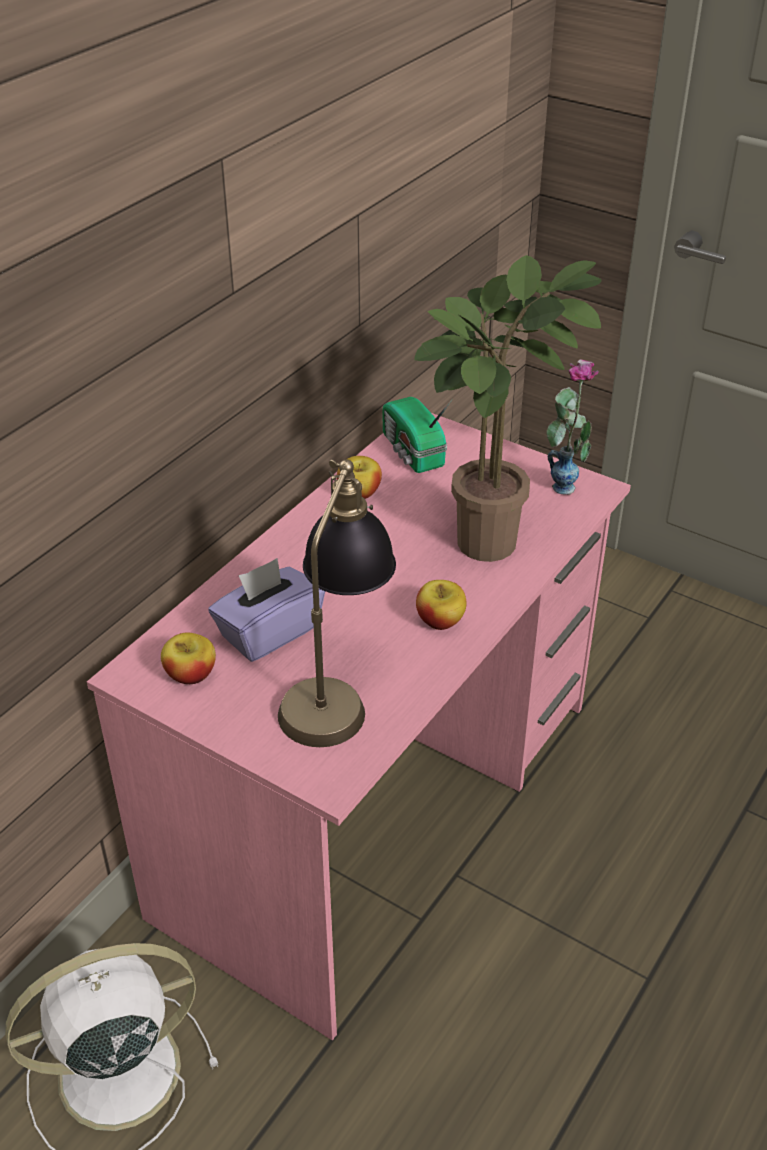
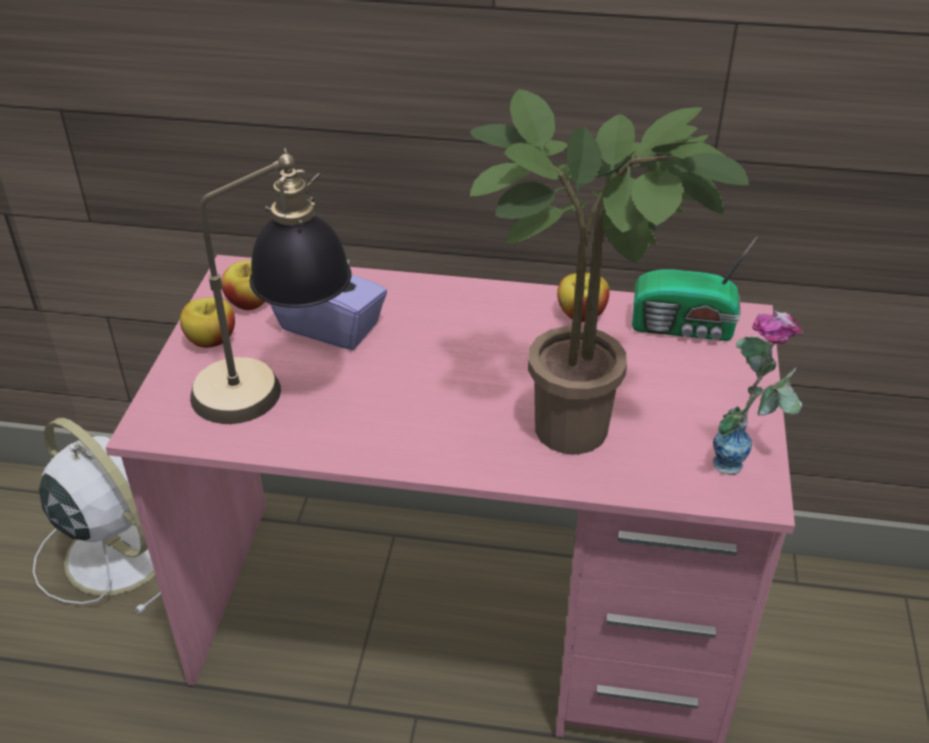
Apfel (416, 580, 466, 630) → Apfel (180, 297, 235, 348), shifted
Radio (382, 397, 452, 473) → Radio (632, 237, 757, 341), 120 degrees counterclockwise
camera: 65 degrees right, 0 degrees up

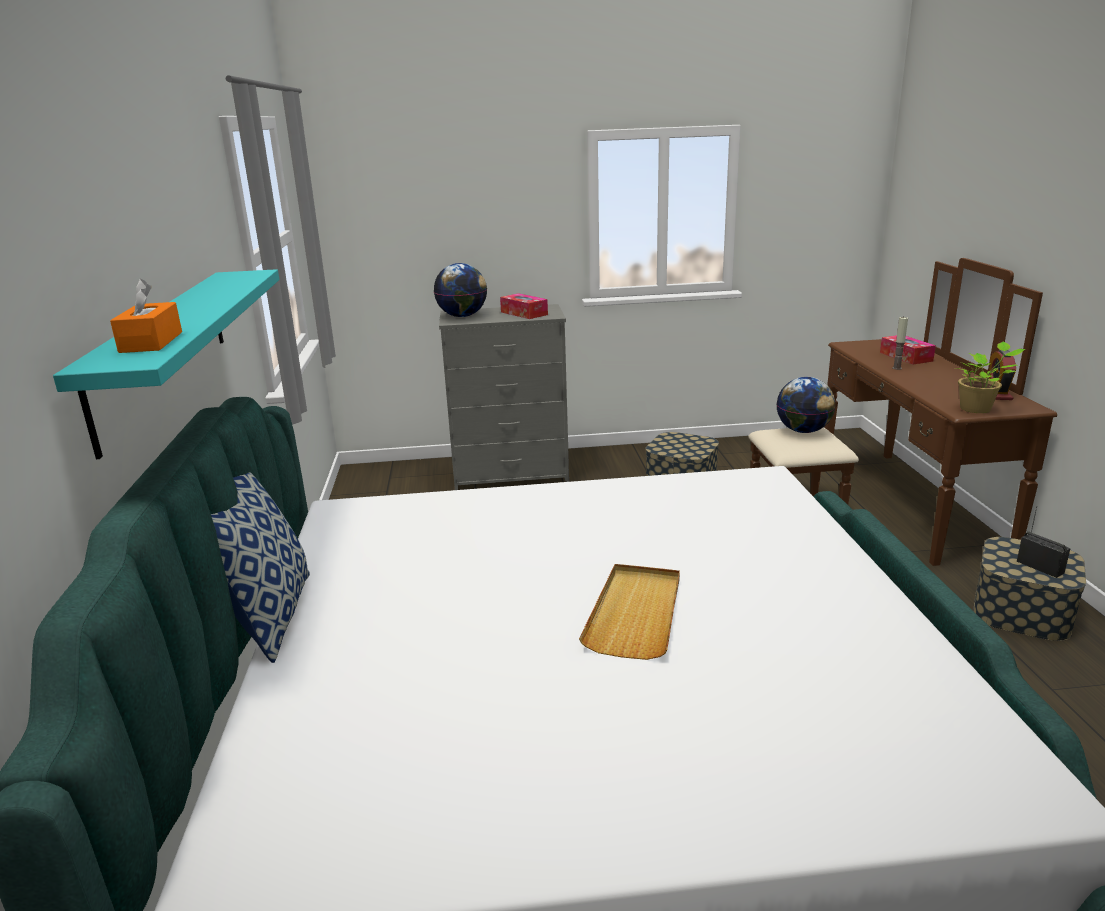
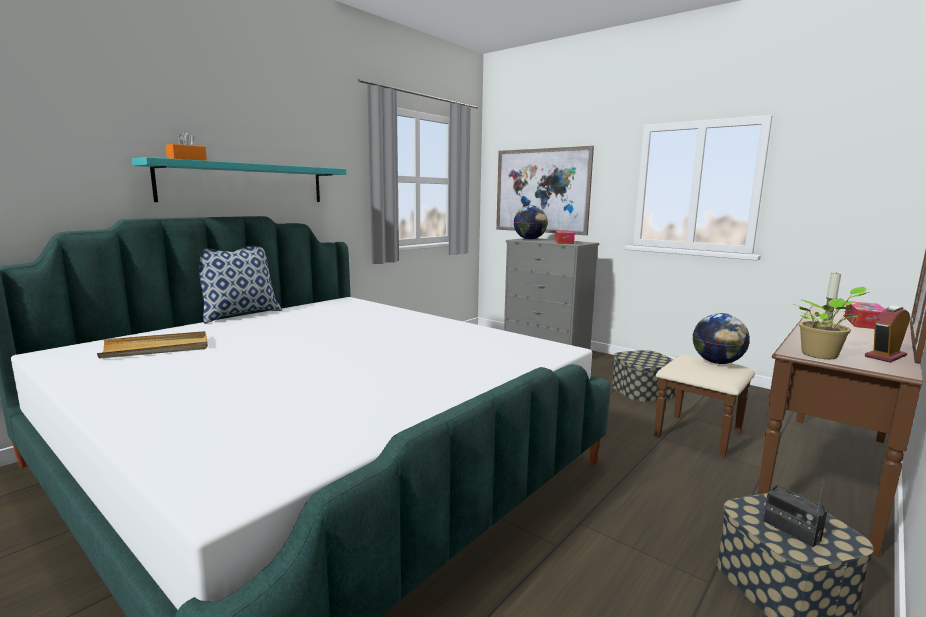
Tablett/beige (579, 564, 680, 660) → Tablett/beige (97, 331, 208, 358), shifted
- → Bild (496, 146, 594, 235)
Radio (1017, 506, 1071, 578) → Radio (763, 479, 827, 547), 135 degrees clockwise
camera: 45 degrees right, 10 degrees down

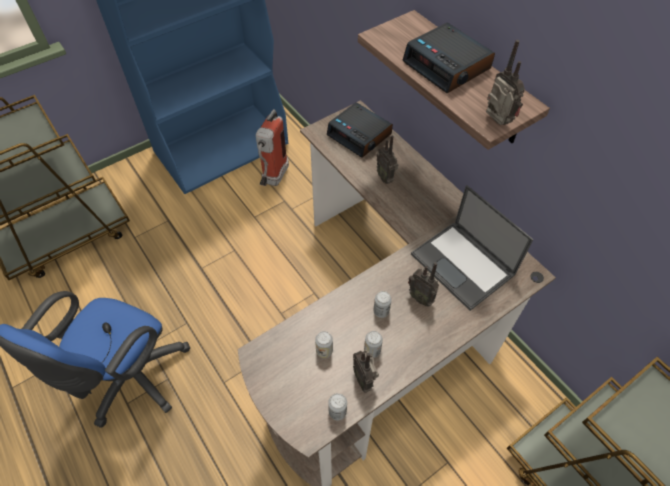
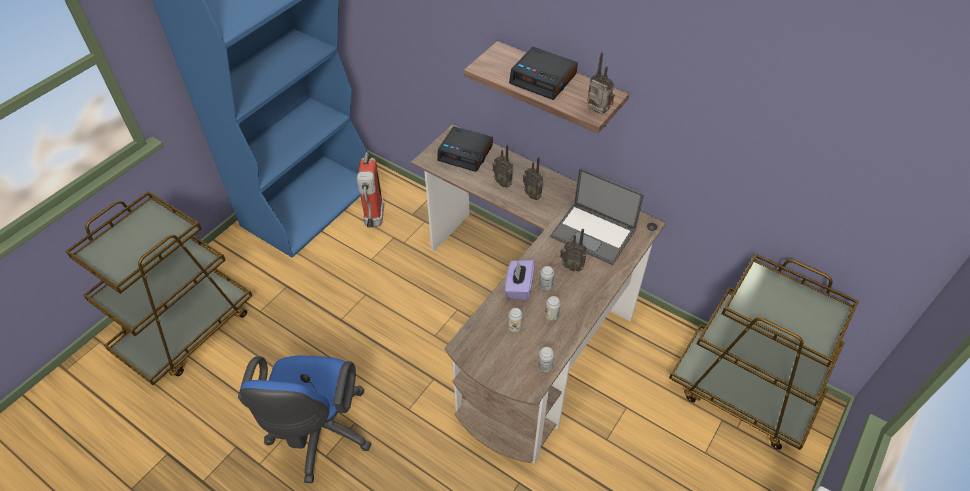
- → Taschentuchbox/lila (505, 260, 535, 301)
Radio (353, 349, 379, 393) → Radio (523, 157, 544, 200), shifted
camera: 20 degrees left, 5 degrees down

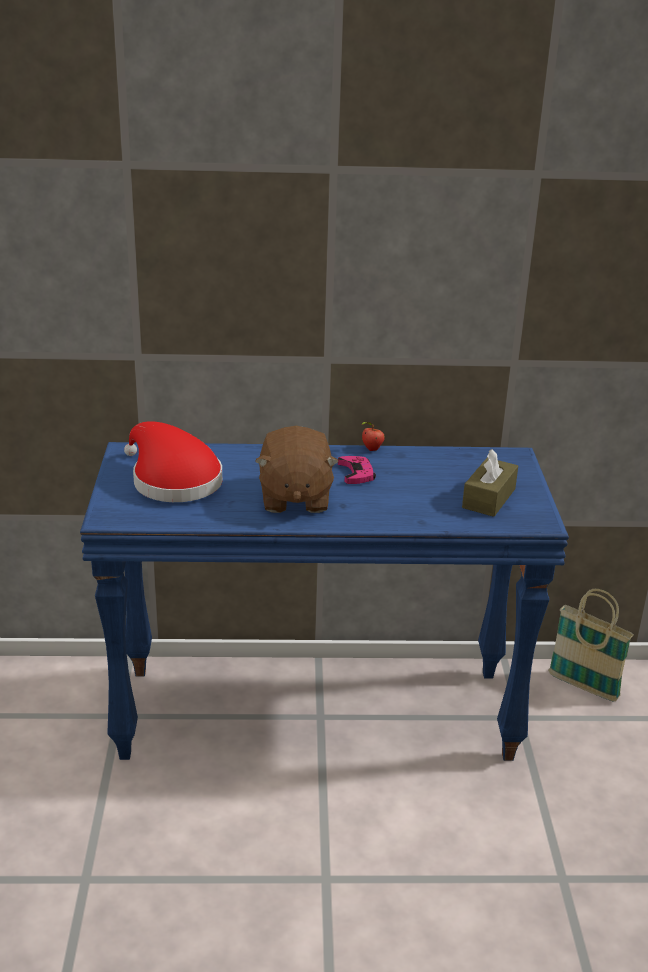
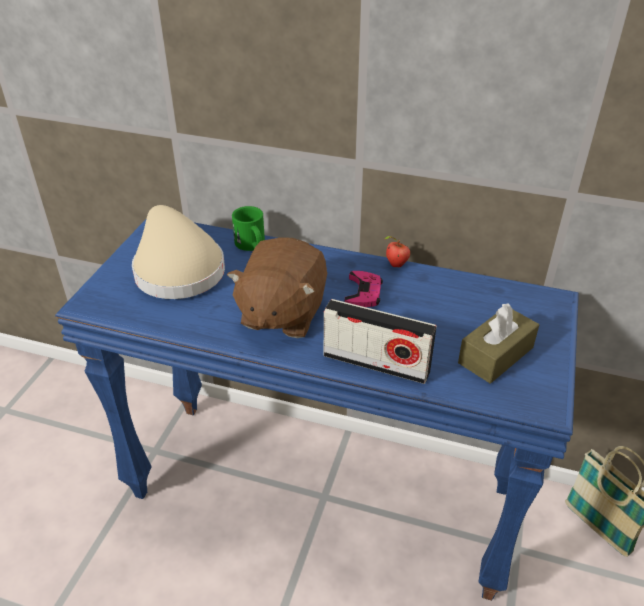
Hut/rot (124, 421, 222, 502) → Hut/beige (132, 205, 225, 299)
- → Henkelbecher/grün (232, 206, 265, 251)
- → Radio (324, 299, 437, 384)
camera: 20 degrees right, 10 degrees up

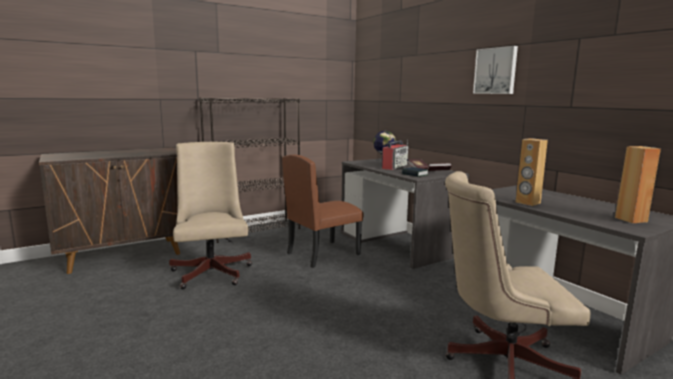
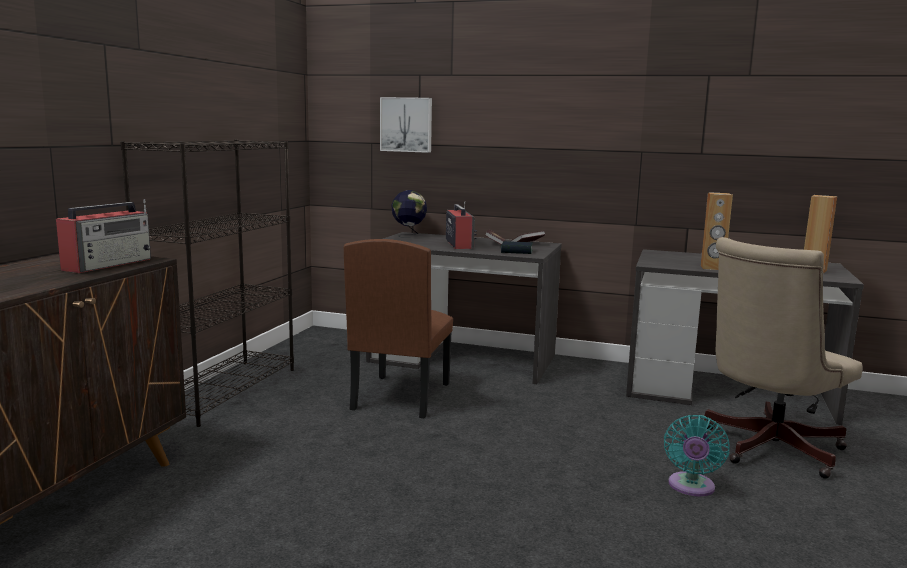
- → Radio (56, 199, 151, 273)
Bild (473, 46, 518, 94) → Bild (380, 97, 432, 153), shifted
- → Ventilator/türkis (664, 415, 730, 496)
Bürostuhl/beige (169, 142, 252, 289) → -
camera: 40 degrees left, 0 degrees up

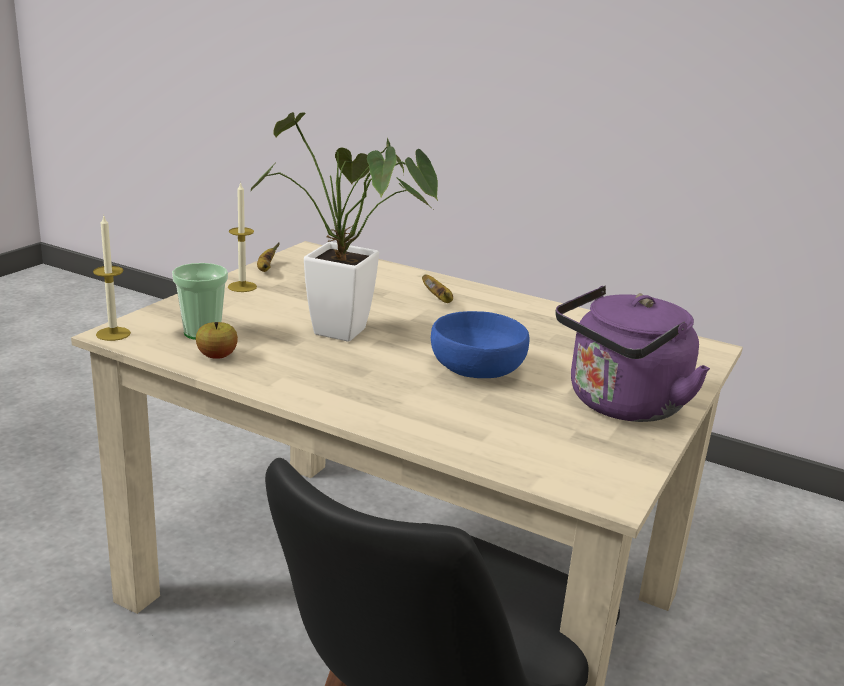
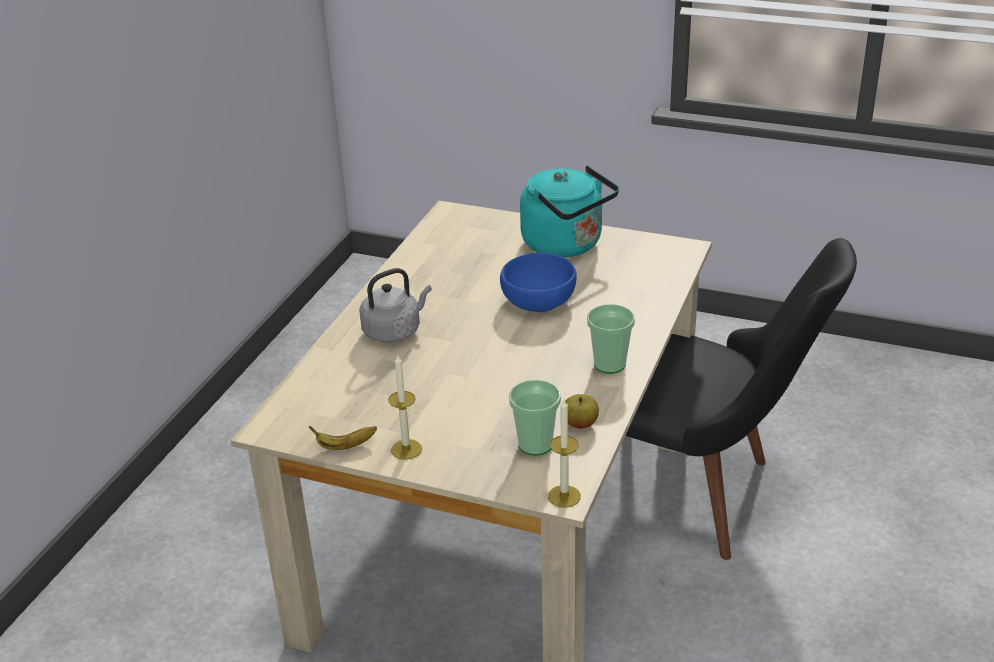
Banane (422, 275, 453, 303) → Wasserkessel/grau (359, 268, 432, 343)
Wasserkessel/lila (555, 286, 710, 422) → Wasserkessel/türkis (520, 165, 619, 258)
- → Tasse (587, 304, 635, 374)
Topfpflanze (250, 112, 438, 342) → -
camera: 95 degrees left, 10 degrees up

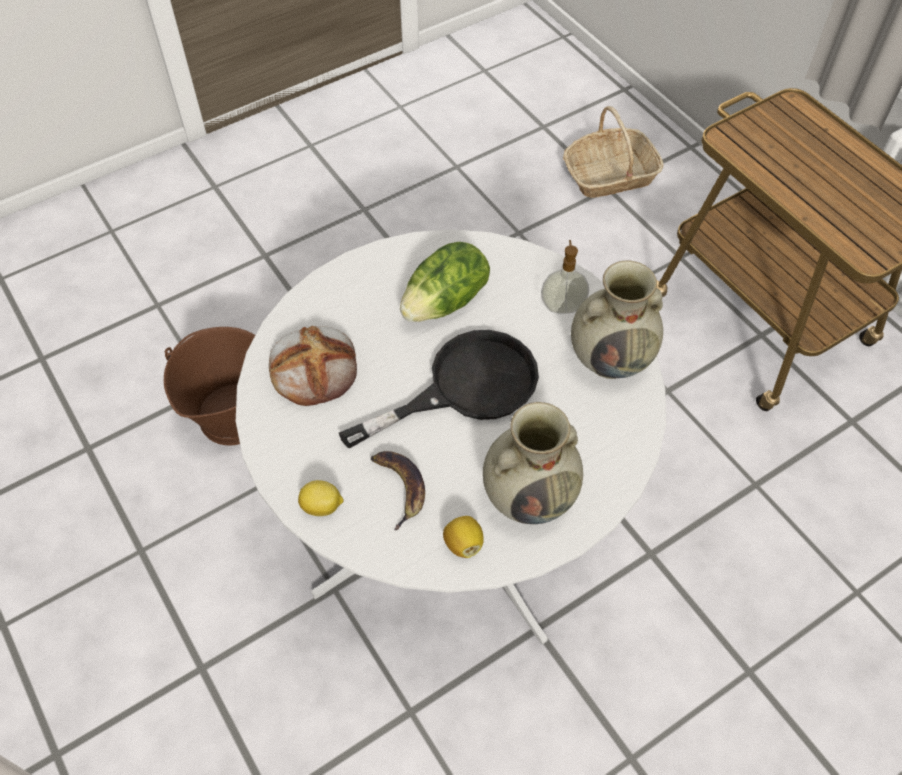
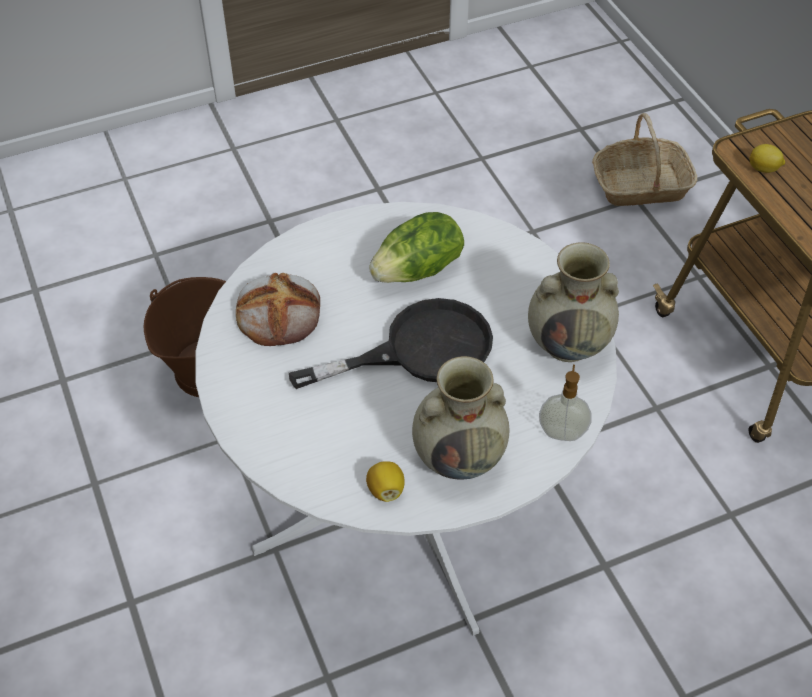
Seifenspender (541, 240, 589, 314) → Seifenspender (539, 365, 592, 441), shifted
Zitrone (298, 480, 344, 516) → Zitrone (749, 144, 785, 173), shifted
Banane (371, 451, 425, 531) → -
camera: 10 degrees right, 5 degrees down

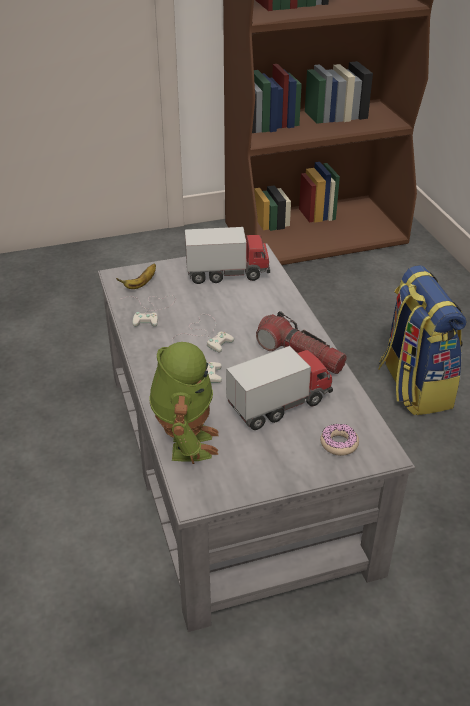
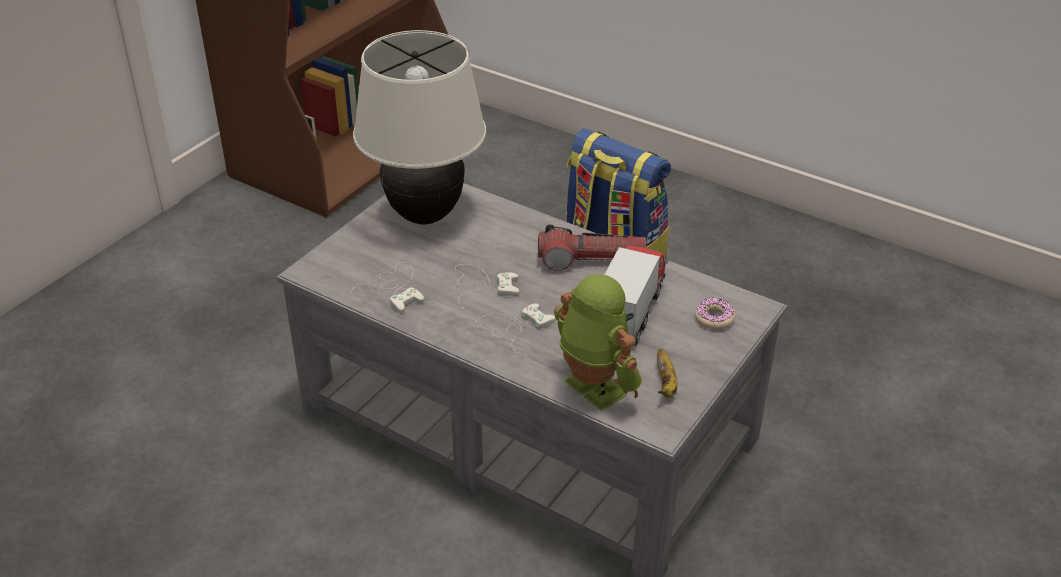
Spielzeuglaster (185, 227, 270, 284) → Tischlampe/beige (353, 30, 486, 224)
Banane (116, 263, 156, 289) → Banane (657, 349, 677, 398), shifted
camera: 40 degrees left, 0 degrees up

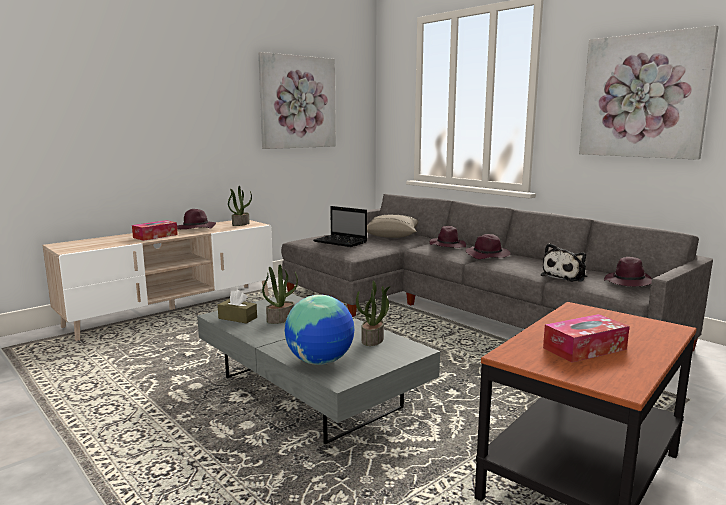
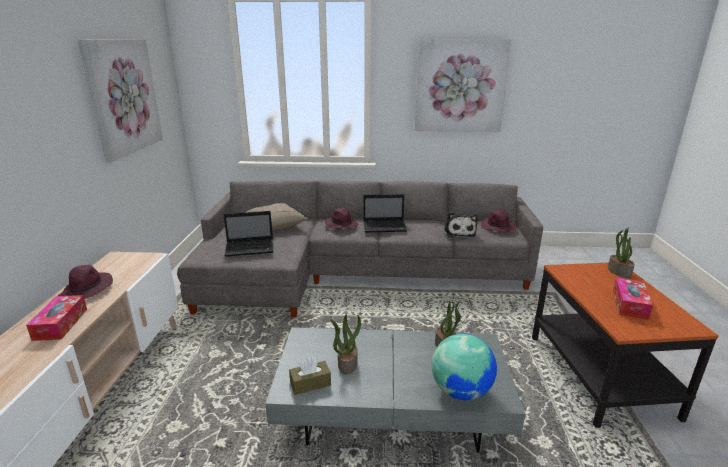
Hut/lila (466, 234, 511, 259) → Laptop (363, 194, 407, 232)
Topfpflanze (228, 186, 252, 226) → Topfpflanze (608, 227, 635, 278), shifted
camera: 45 degrees left, 10 degrees up

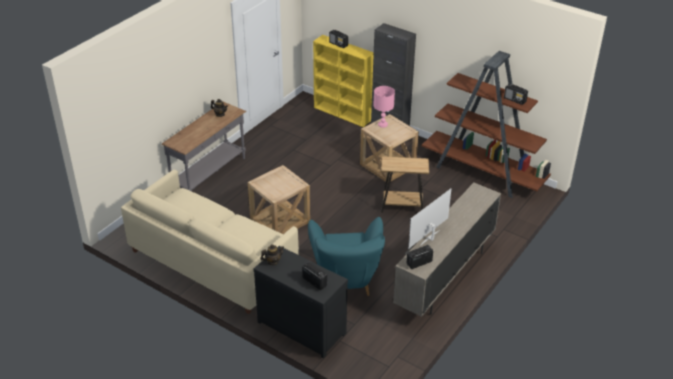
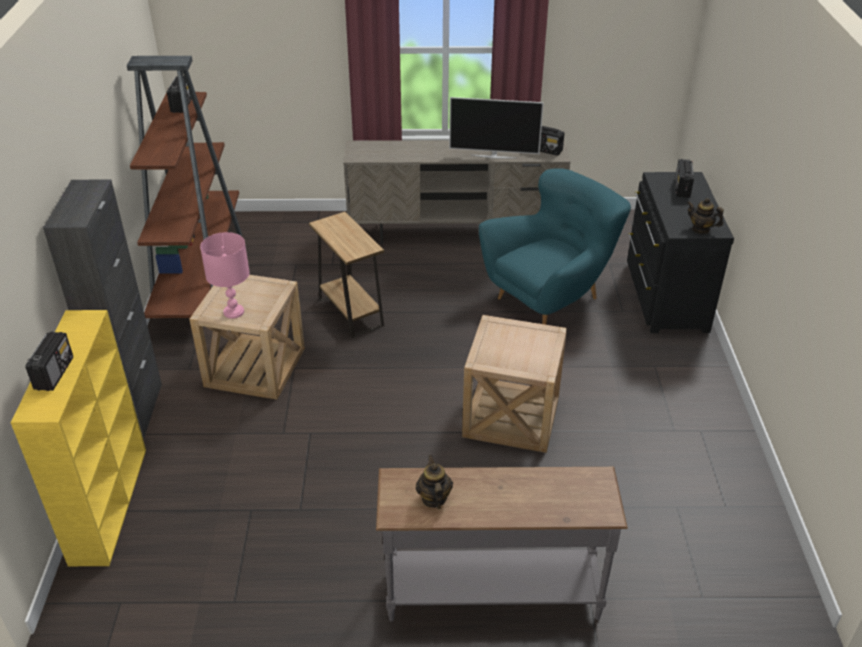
Sofa/beige (121, 170, 299, 314) → -
camera: 125 degrees left, 0 degrees up

